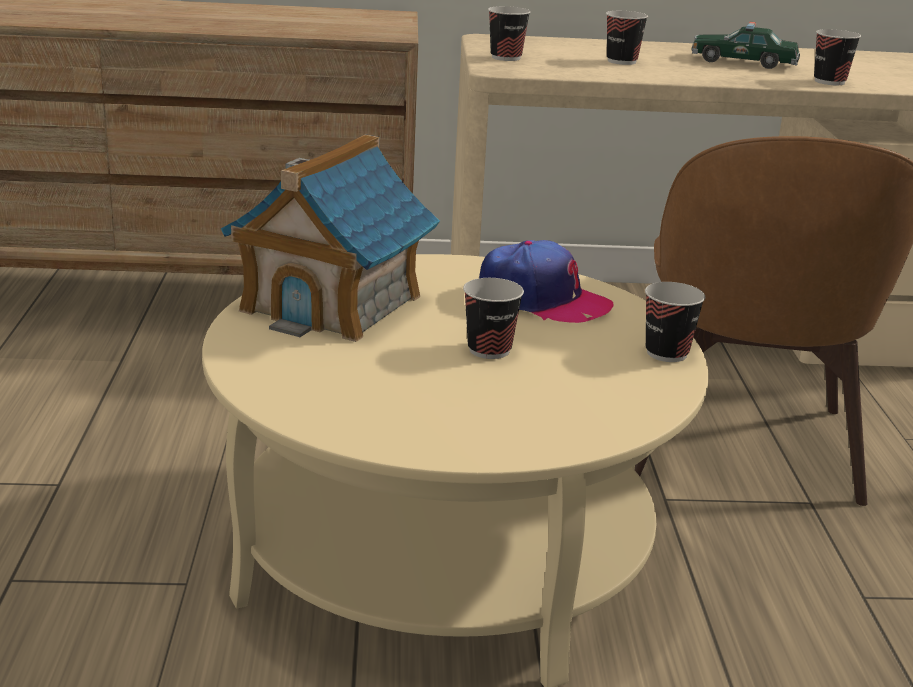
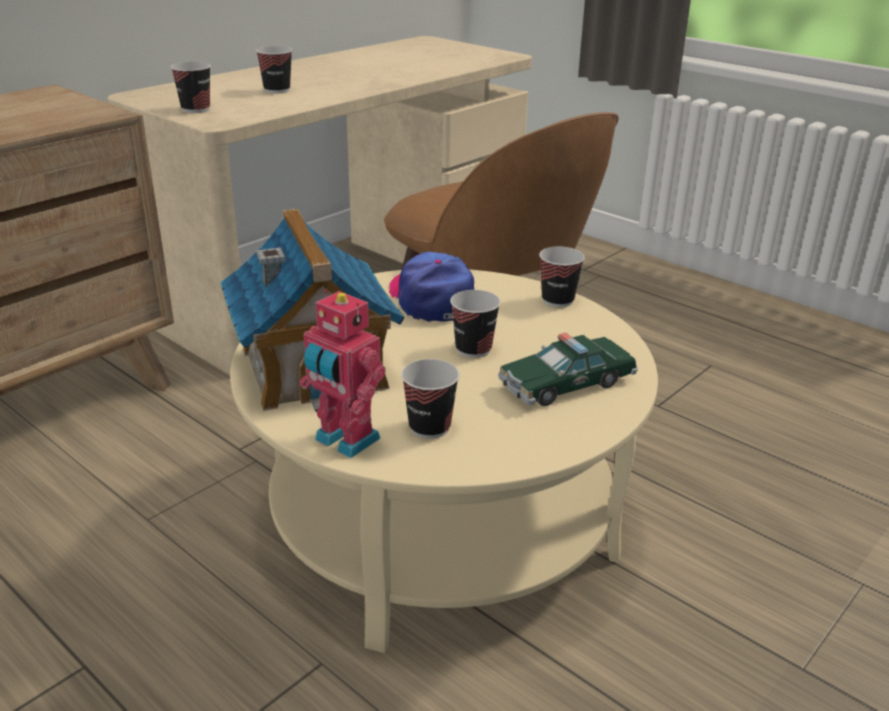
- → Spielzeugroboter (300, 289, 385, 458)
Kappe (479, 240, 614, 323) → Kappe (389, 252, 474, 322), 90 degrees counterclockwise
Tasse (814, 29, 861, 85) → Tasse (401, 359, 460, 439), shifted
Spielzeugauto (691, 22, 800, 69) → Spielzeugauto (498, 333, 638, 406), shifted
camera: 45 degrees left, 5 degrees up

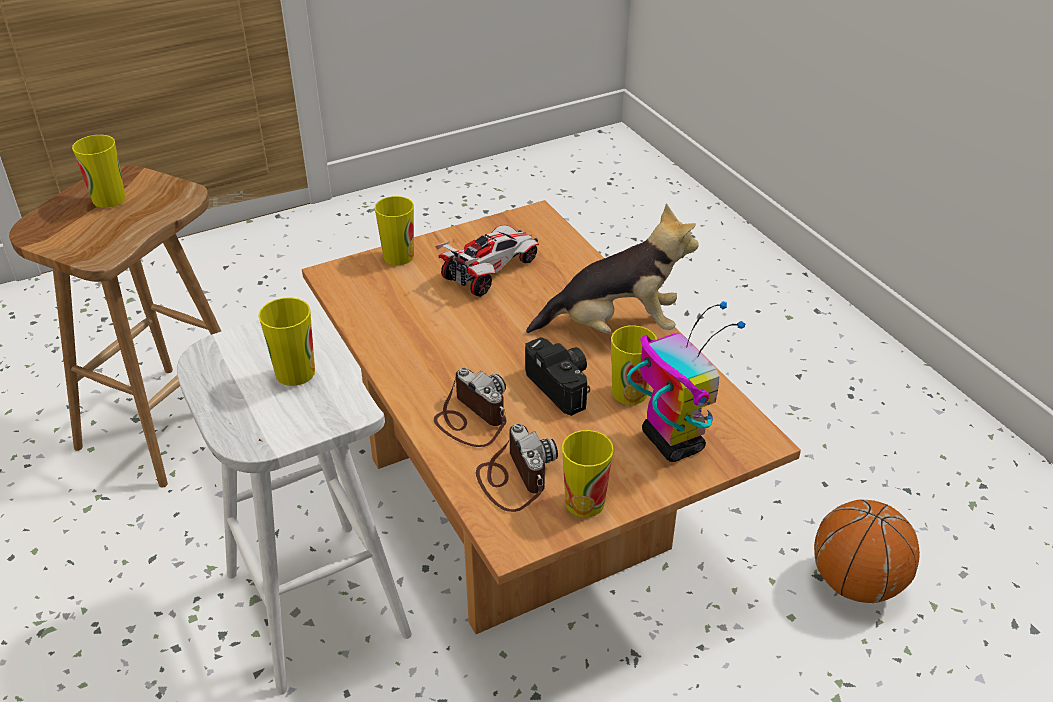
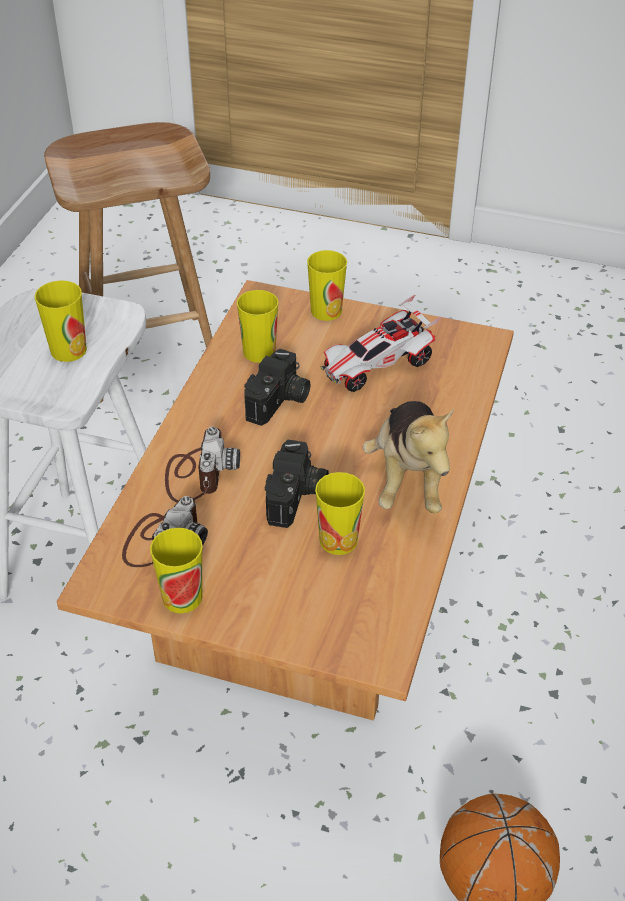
Tasse (72, 135, 126, 208) → Tasse (237, 290, 278, 363), shifted
- → Kamera (244, 349, 311, 426)
Spielzeugauto (435, 225, 539, 297) → Spielzeugauto (321, 295, 441, 392), 150 degrees clockwise
Plüschtier (526, 204, 699, 334) → Plüschtier (363, 401, 454, 513), 45 degrees clockwise
Spielzeugroboter (627, 301, 745, 462) → -
camera: 45 degrees right, 5 degrees up

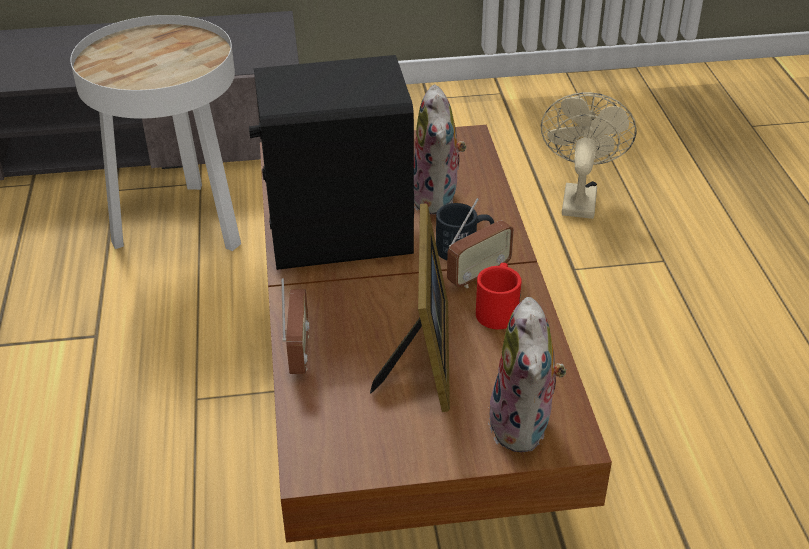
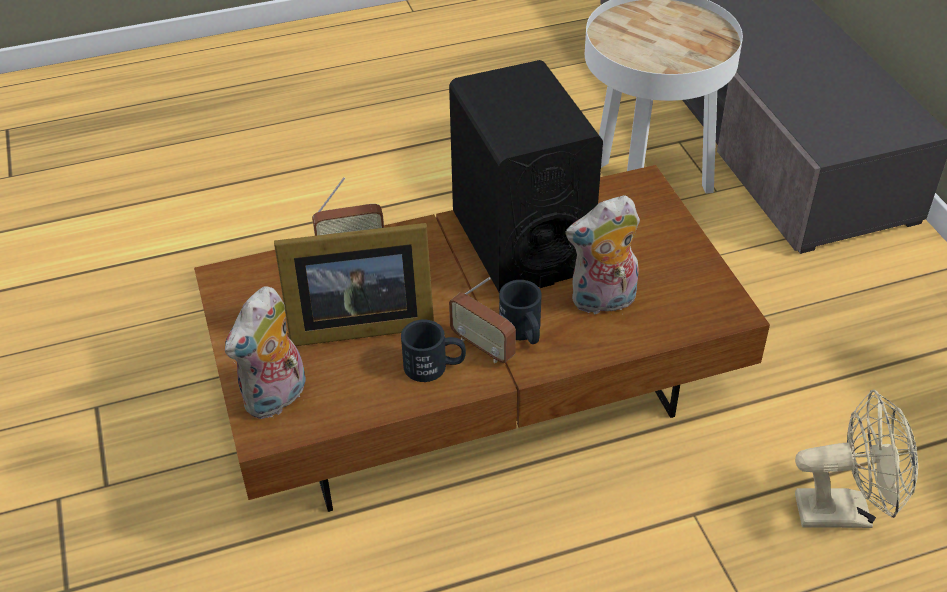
Plüschtier (487, 297, 567, 453) → Plüschtier (225, 286, 306, 419), 45 degrees counterclockwise
Henkelbecher/rot (476, 263, 522, 329) → Henkelbecher/schwarz (401, 319, 466, 382)
camera: 80 degrees right, 5 degrees up

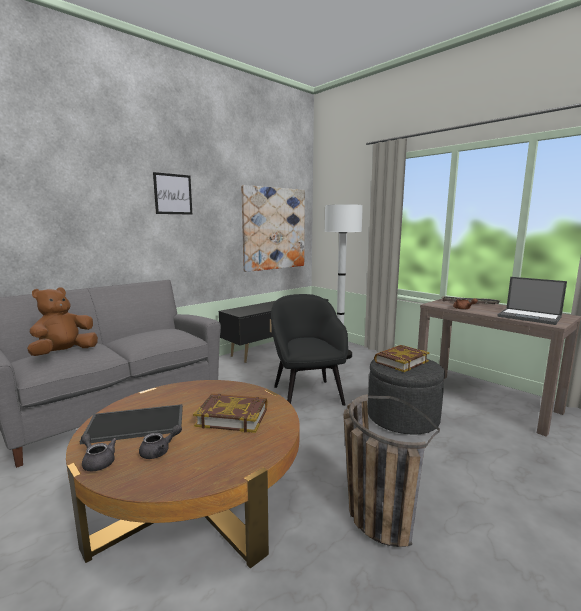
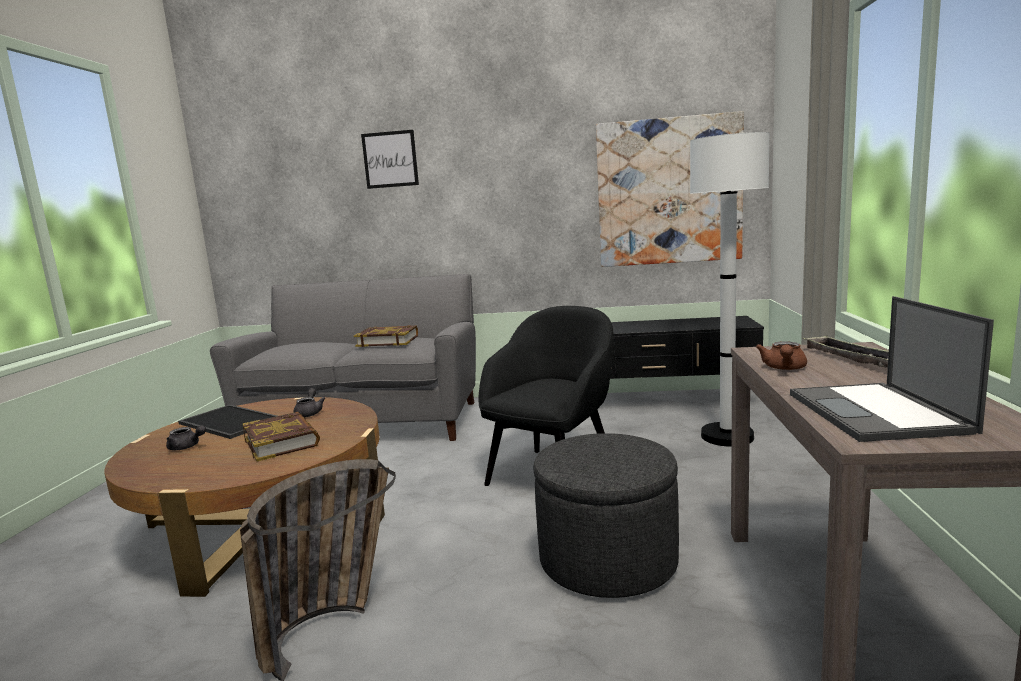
Teekanne/grau (81, 433, 117, 471) → Teekanne/grau (293, 388, 325, 417), shifted
Buch (374, 345, 429, 372) → Buch (354, 325, 418, 347), shifted
Bild (153, 172, 192, 215) → Bild (361, 130, 419, 189), shifted
Plüschtier/braun (27, 287, 98, 356) → -
camera: 50 degrees right, 0 degrees up

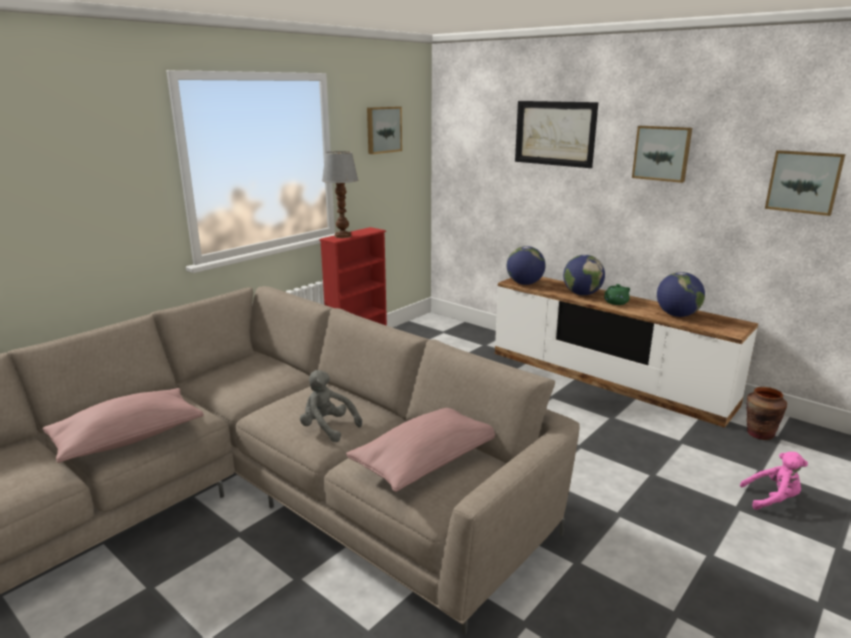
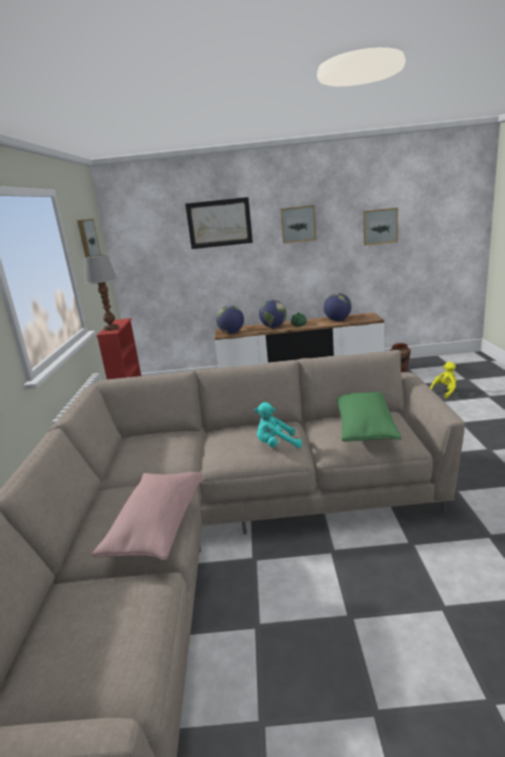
Plüschtier/grau (300, 370, 362, 442) → Plüschtier/türkis (254, 402, 302, 448)
Kissen/rosa (346, 408, 495, 492) → Kissen/grün (337, 392, 402, 442)
Plüschtier/rosa (740, 452, 808, 510) → Plüschtier/gelb (430, 362, 456, 399)
camera: 40 degrees left, 0 degrees up

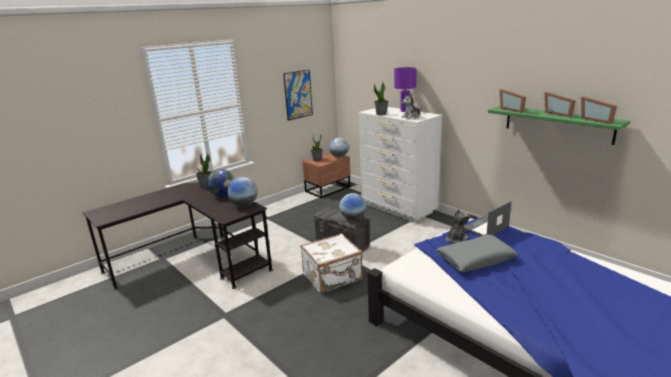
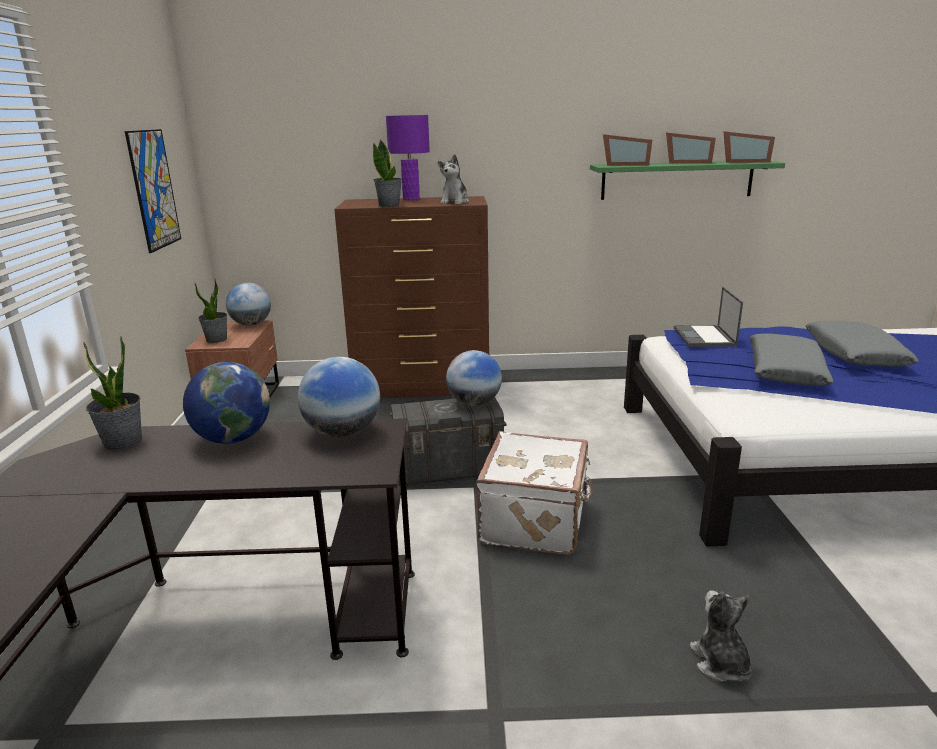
Kommode/weiß (359, 107, 442, 222) → Kommode/braun (334, 196, 489, 398)
Plüschtier (446, 209, 470, 243) → Plüschtier (689, 590, 752, 682), shifted
- → Kissen/grau (805, 321, 919, 367)
camera: 50 degrees left, 0 degrees up

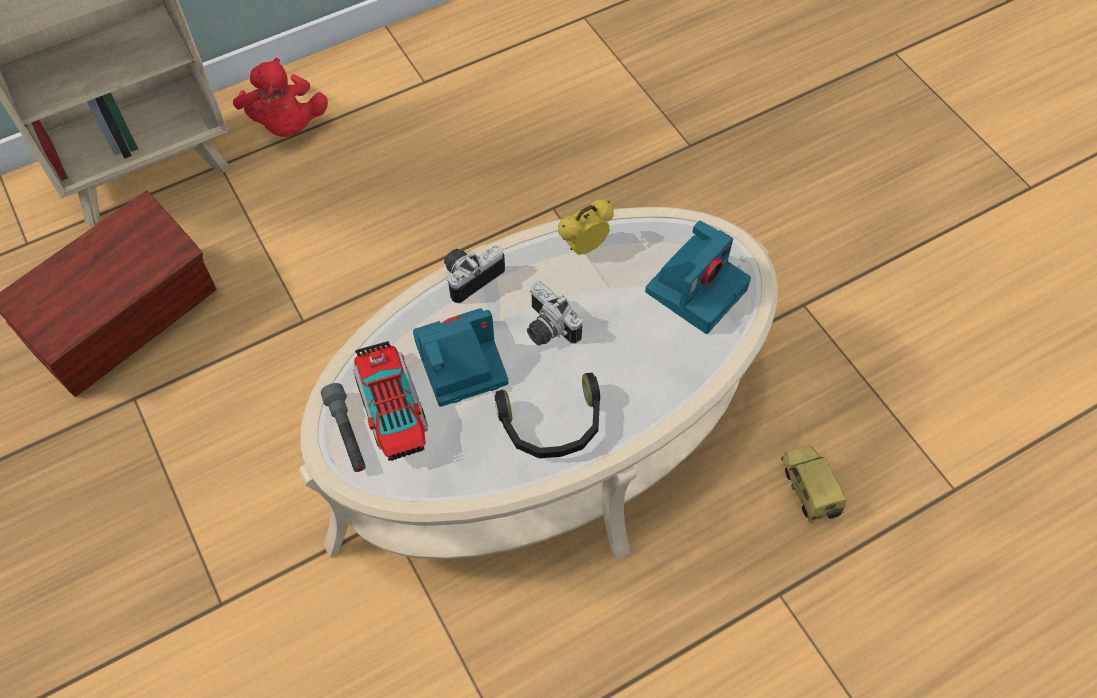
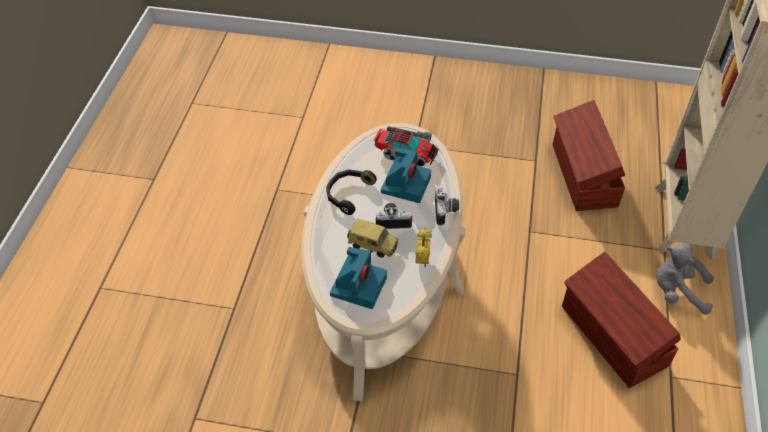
Kamera (645, 220, 751, 334) → Kamera (330, 247, 387, 309), 150 degrees counterclockwise
Spielzeugauto (781, 445, 846, 523) → Spielzeugauto (347, 219, 398, 258), shifted
- → Aufbewahrungsbox/braun (562, 252, 681, 388)
Plüschtier/rot (233, 58, 328, 137) → Plüschtier/grau (656, 243, 714, 315)
camera: 130 degrees right, 10 degrees down

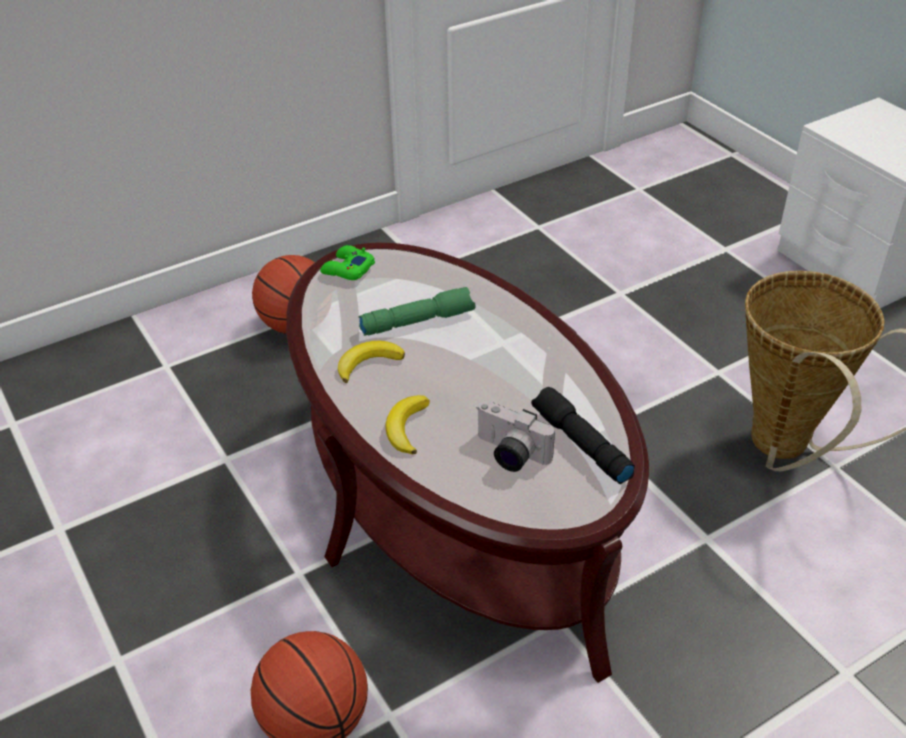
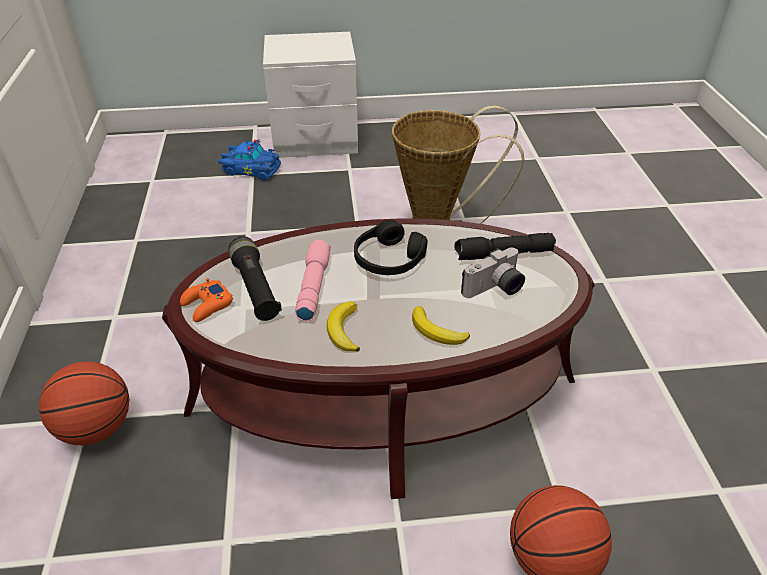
Gamepad/grün (320, 245, 375, 280) → Gamepad/orange (180, 278, 233, 322)
- → Spielzeugauto/blau (218, 139, 281, 181)
- → Taschenlampe/schwarz (228, 236, 282, 321)
Taschenlampe/grün (358, 287, 476, 336) → Taschenlampe/rosa (295, 240, 331, 321)
- → Kopfhörer/schwarz (354, 220, 428, 275)
camera: 65 degrees left, 0 degrees up

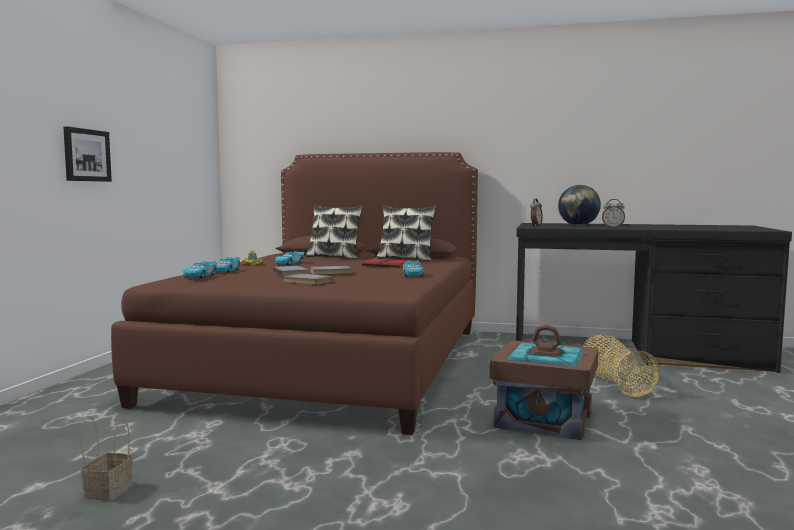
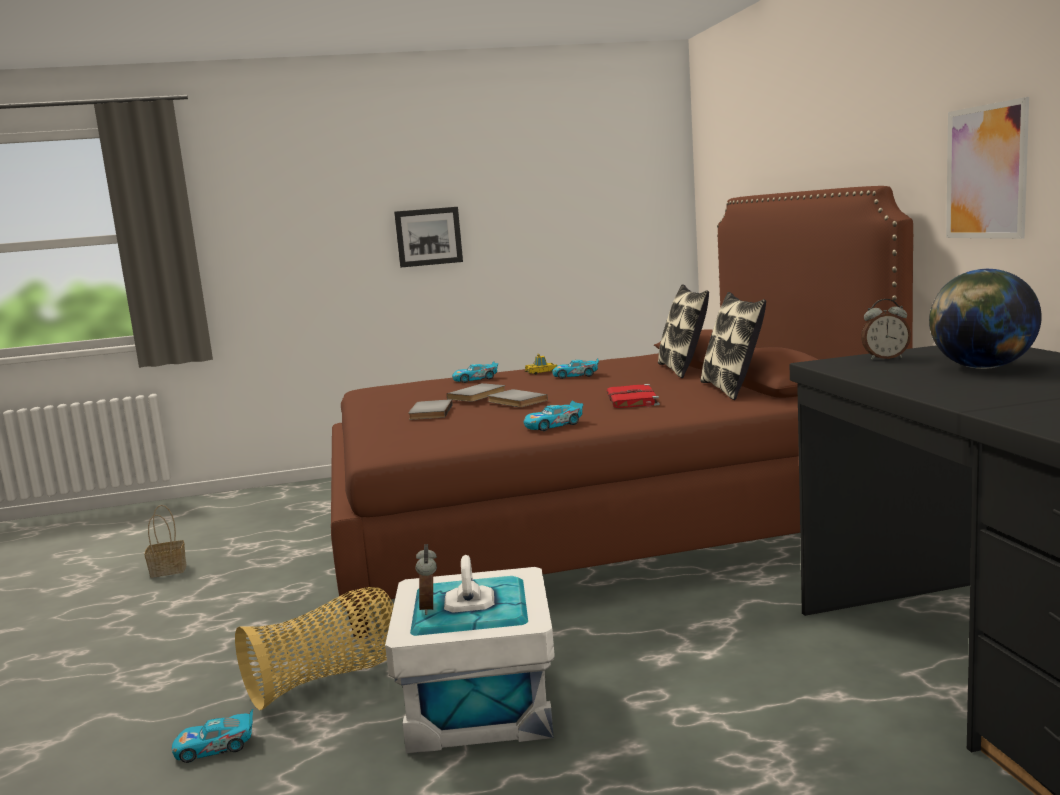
Spielzeugauto (183, 261, 217, 278) → Spielzeugauto (172, 709, 253, 763), shifted
Korb (582, 334, 660, 397) → Korb (235, 587, 394, 710), shifted
Aufbewahrungsbox/braun (490, 325, 599, 440) → Aufbewahrungsbox/weiß (385, 555, 555, 754)
Wecker (602, 199, 625, 228) → Wecker (415, 544, 437, 615), shifted
- → Bild (946, 97, 1029, 239)
camera: 65 degrees right, 5 degrees up

